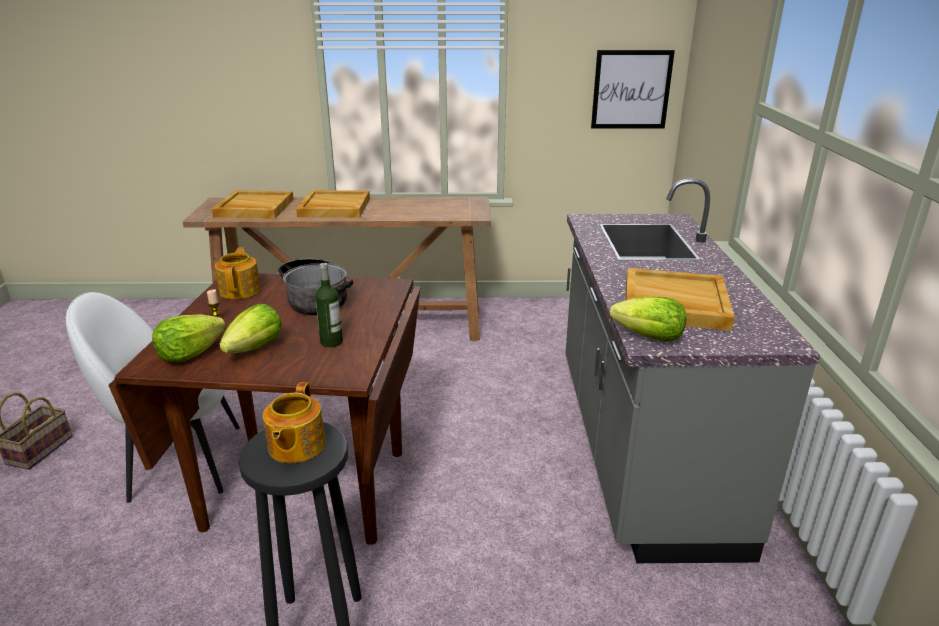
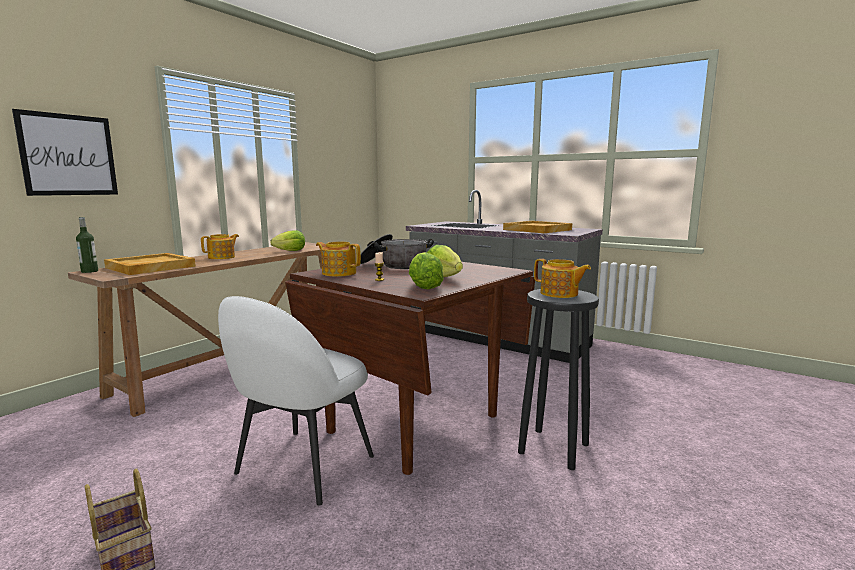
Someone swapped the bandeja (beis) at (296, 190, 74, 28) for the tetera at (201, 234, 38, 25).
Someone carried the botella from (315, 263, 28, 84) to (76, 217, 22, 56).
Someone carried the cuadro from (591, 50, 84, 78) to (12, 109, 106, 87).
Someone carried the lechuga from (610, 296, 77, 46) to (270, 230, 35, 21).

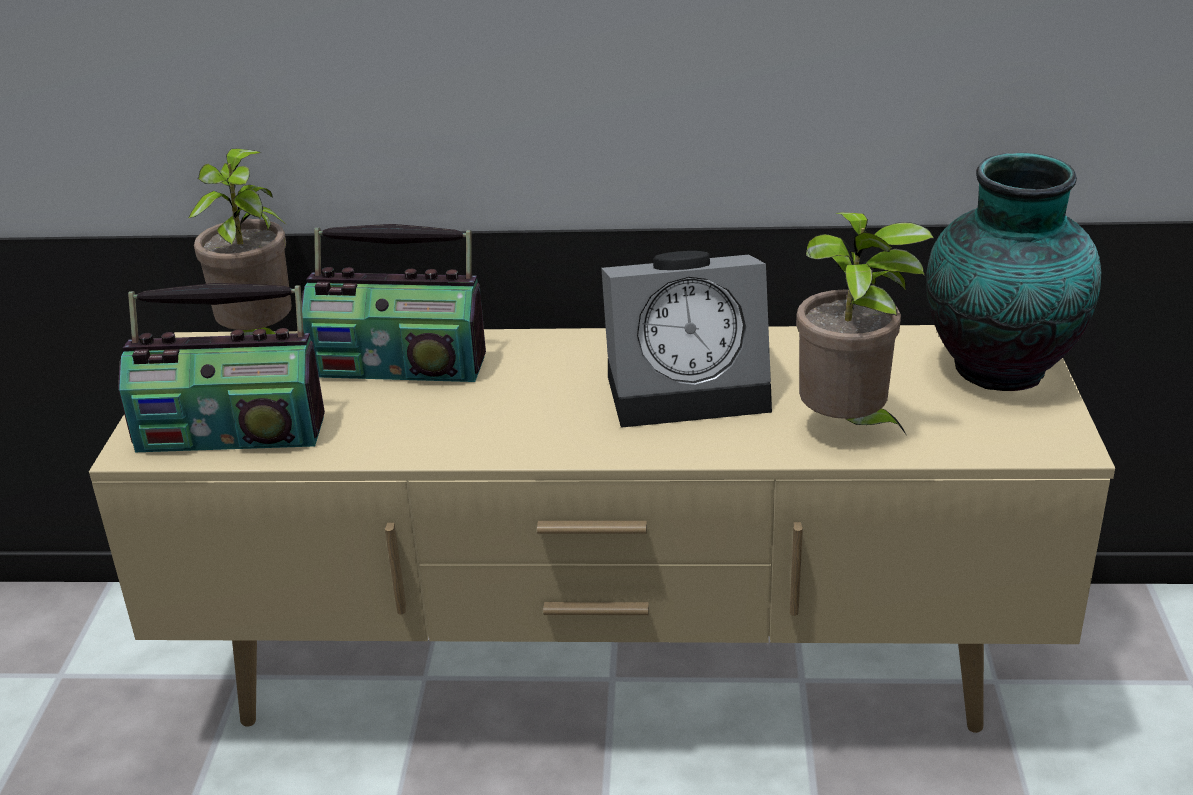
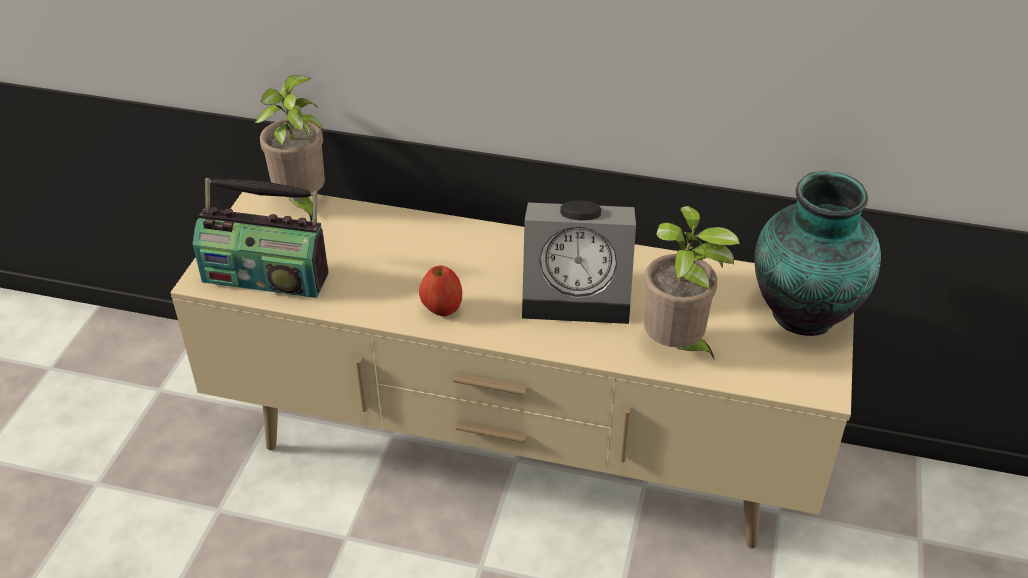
Someone took away the radio at (302, 224, 184, 158).
Someone put down the manzana at (419, 266, 43, 50).

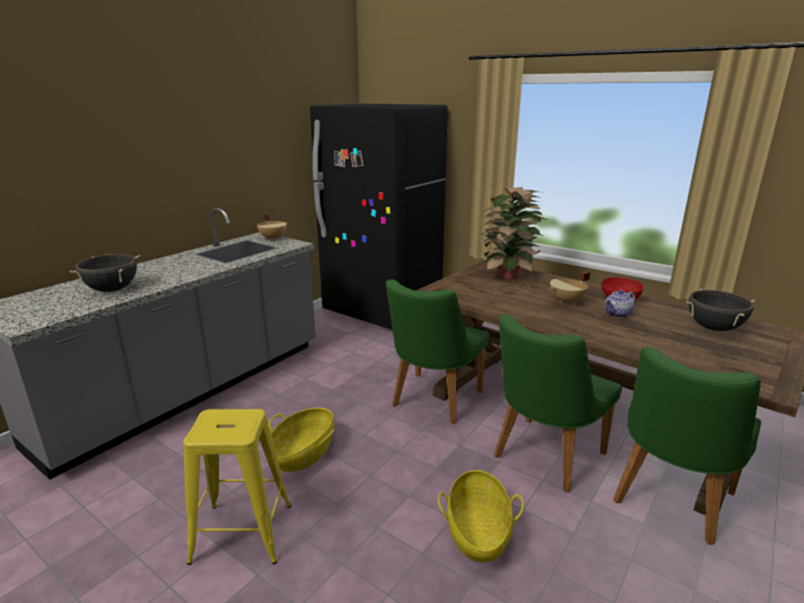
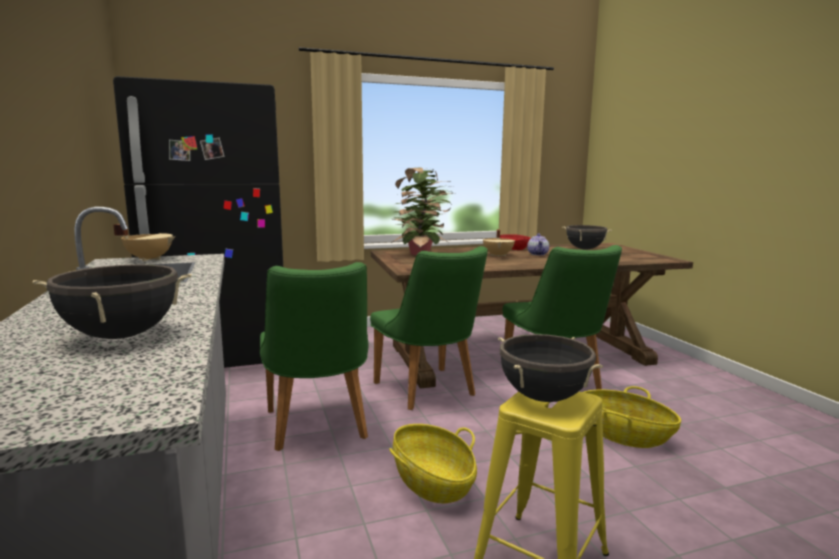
Someone carried the silla (verde) from (613, 347, 148, 198) to (260, 262, 109, 189).
Someone put down the olla (negro) at (498, 334, 105, 68).

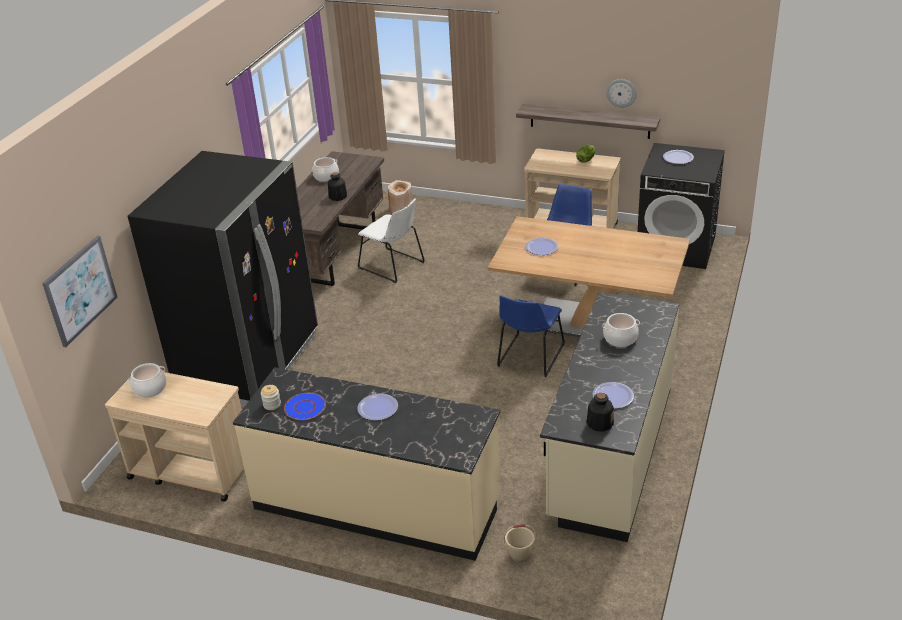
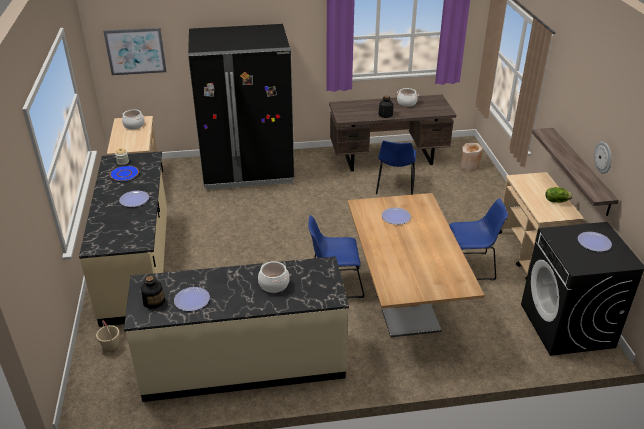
Someone repainted the silla (blanco) at (358, 198, 67, 85), which became the silla (azul) at (376, 140, 40, 55).

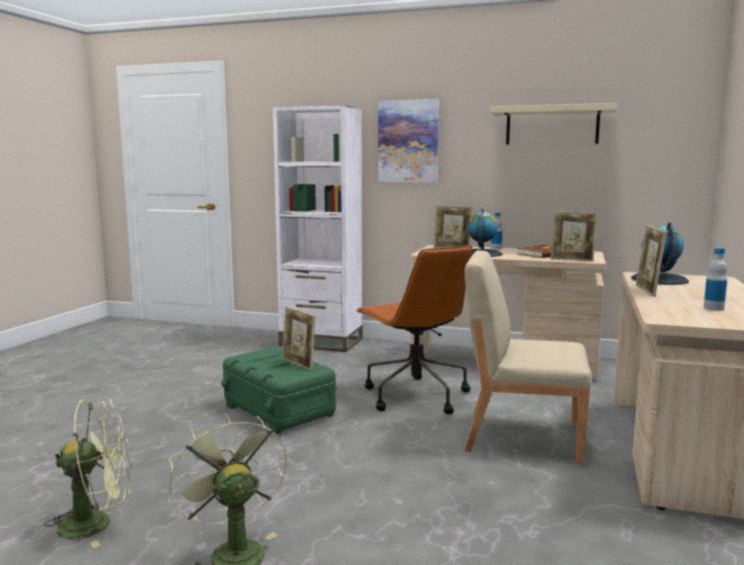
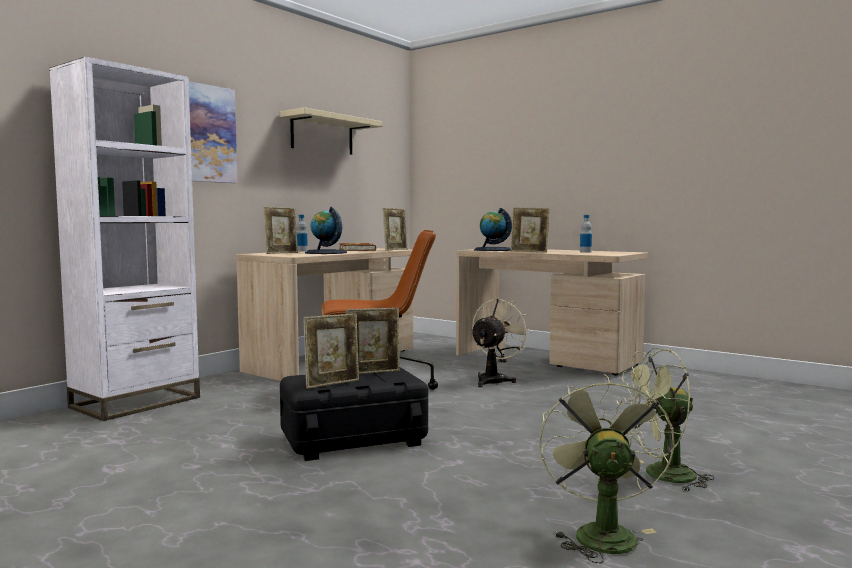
Someone repainted the caja de almacenaje (verde) at (221, 347, 116, 87), which became the caja de almacenaje (negro) at (280, 367, 148, 94).
Someone swapped the silla (beis) at (464, 250, 128, 214) for the ventilador (beis) at (470, 299, 61, 88).
Someone put down the portarretratos at (303, 313, 56, 76).

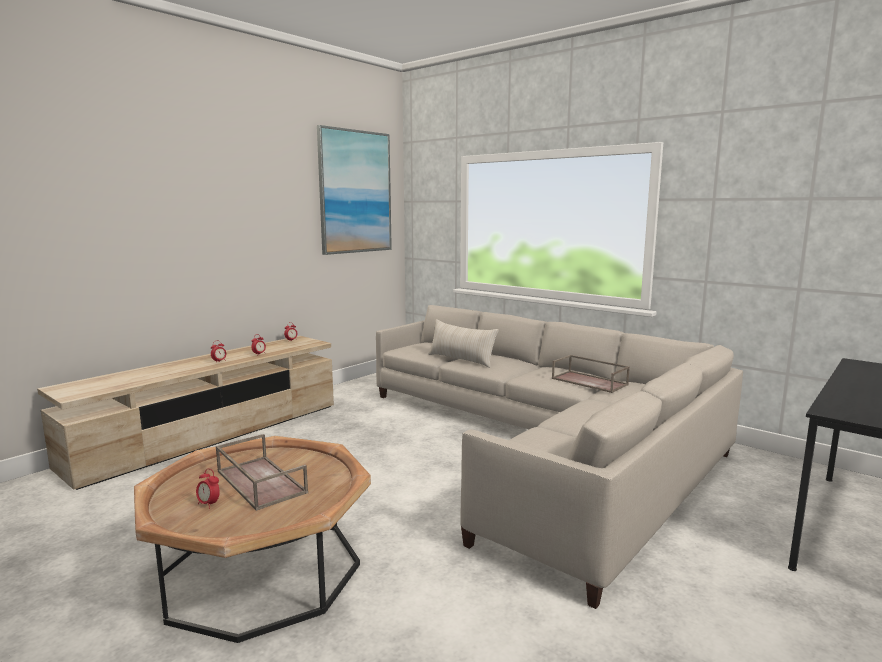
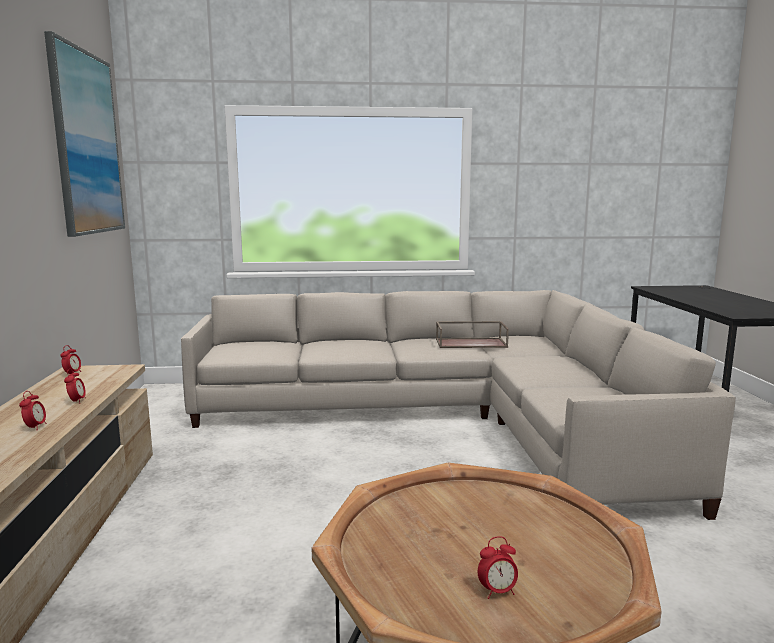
Someone took away the bandeja (marrón) at (216, 434, 92, 77).
Someone took away the cojín (beis) at (428, 319, 71, 49).

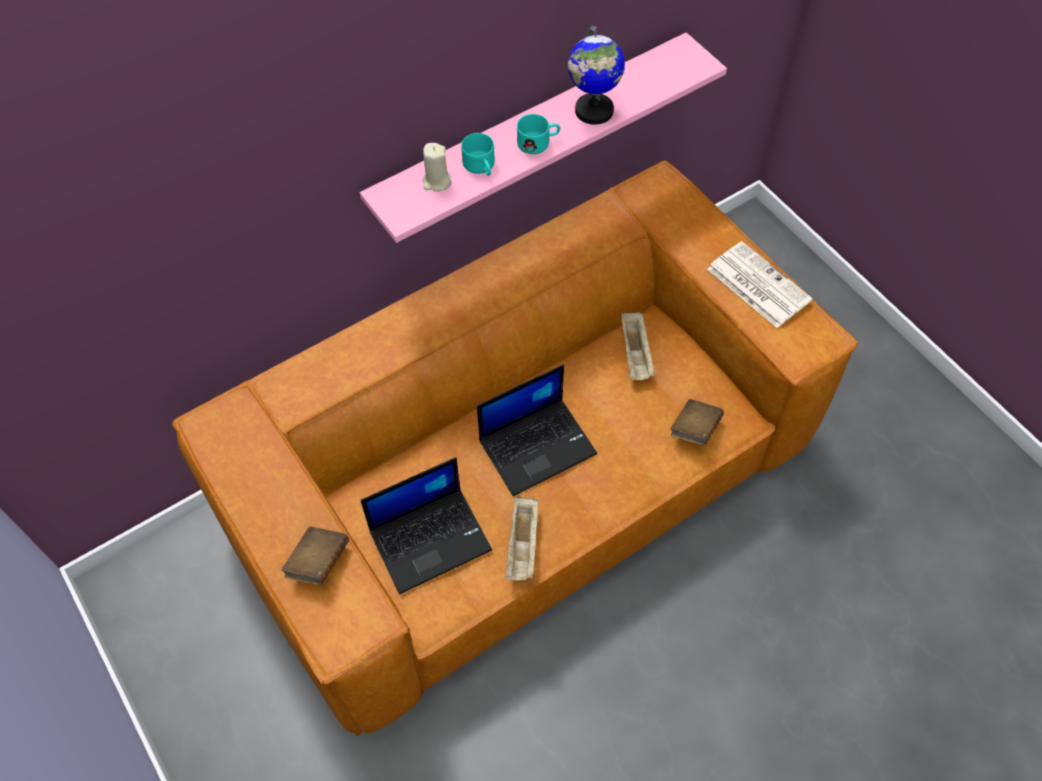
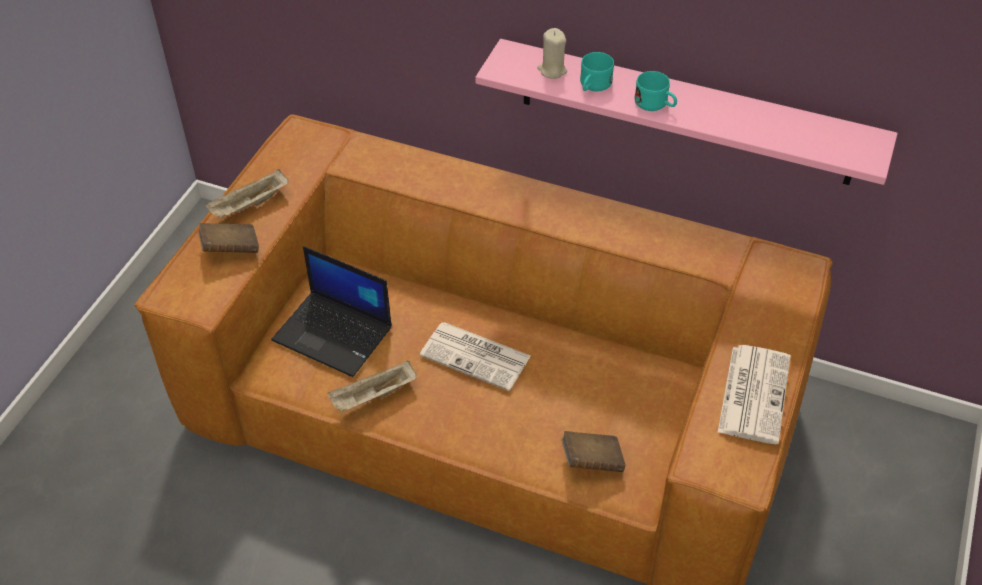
Someone swapped the portátil at (477, 364, 120, 132) for the periódico at (420, 322, 111, 69).
Someone took away the globo terráqueo at (568, 26, 57, 99).
Someone carried the bandeja (beis) from (621, 312, 34, 68) to (206, 169, 83, 50).

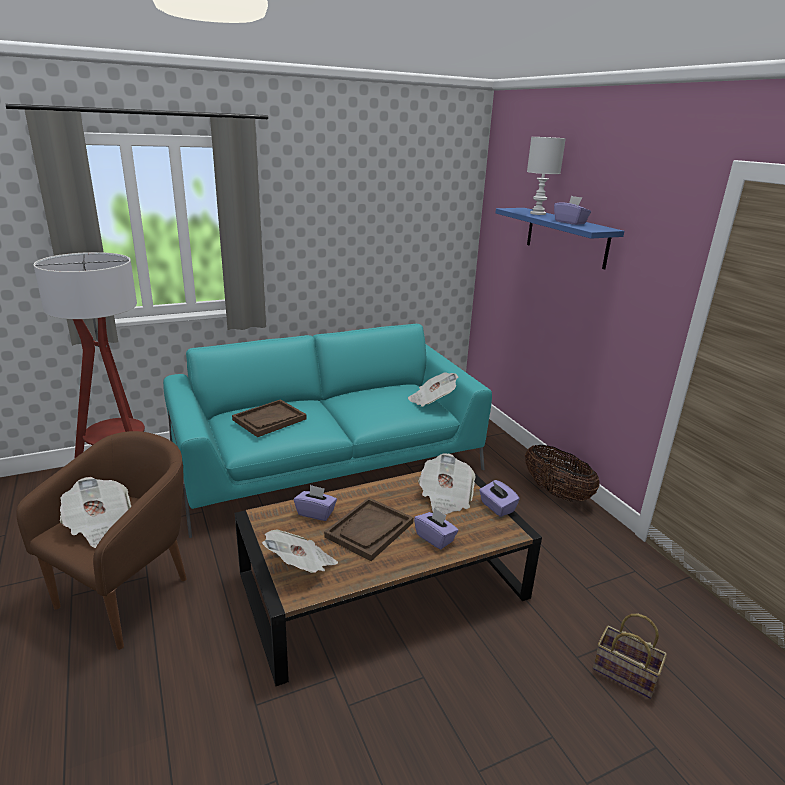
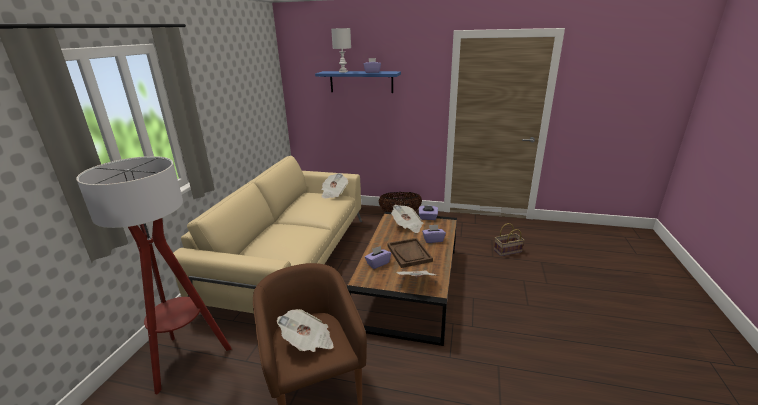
Someone repainted the sofá (turquesa) at (163, 324, 329, 214), which became the sofá (beis) at (173, 156, 189, 168).
Someone took away the bandeja (marrón) at (232, 399, 74, 38).

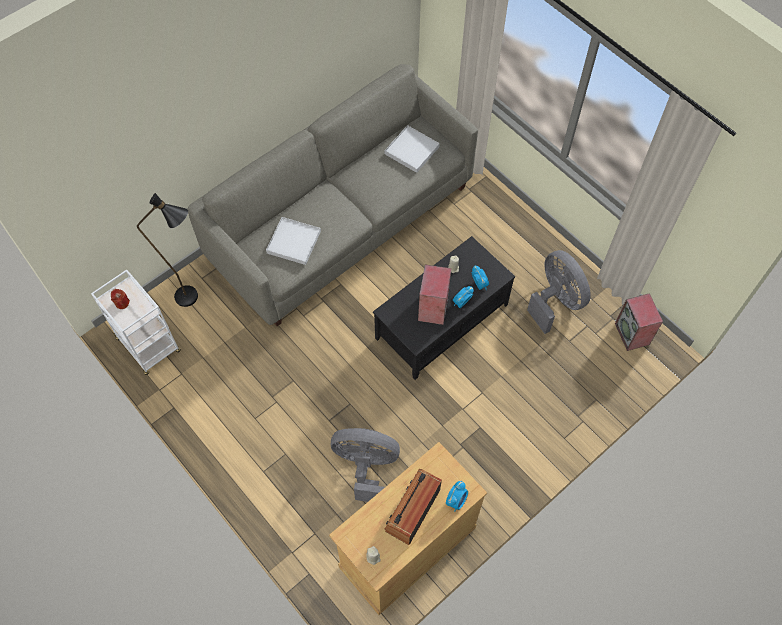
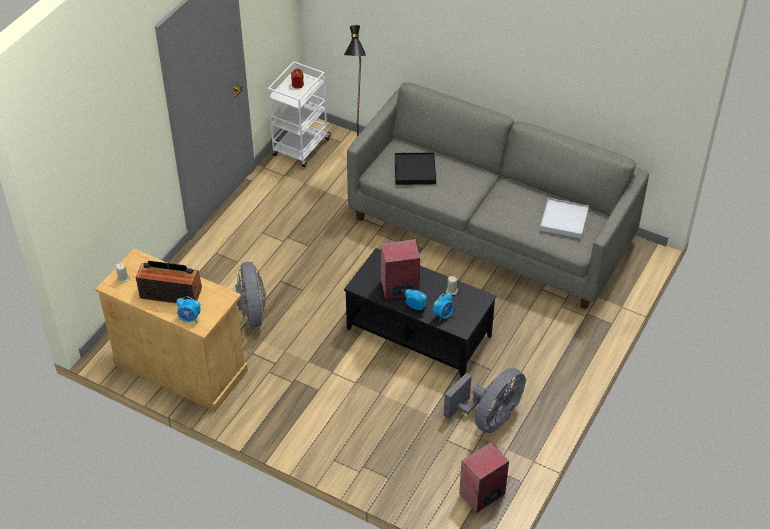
Someone repainted the bandeja (blanco) at (266, 217, 55, 48), which became the bandeja (negro) at (395, 152, 41, 33).

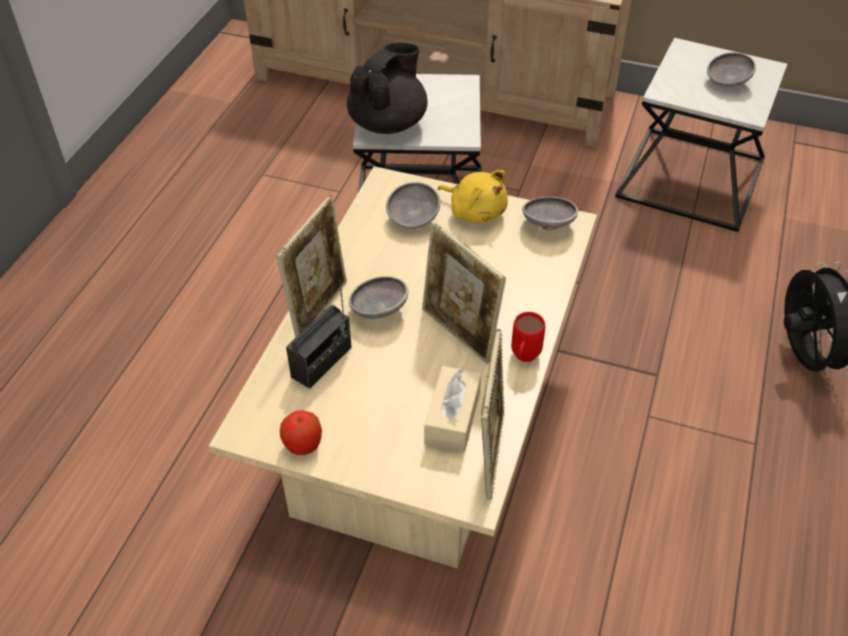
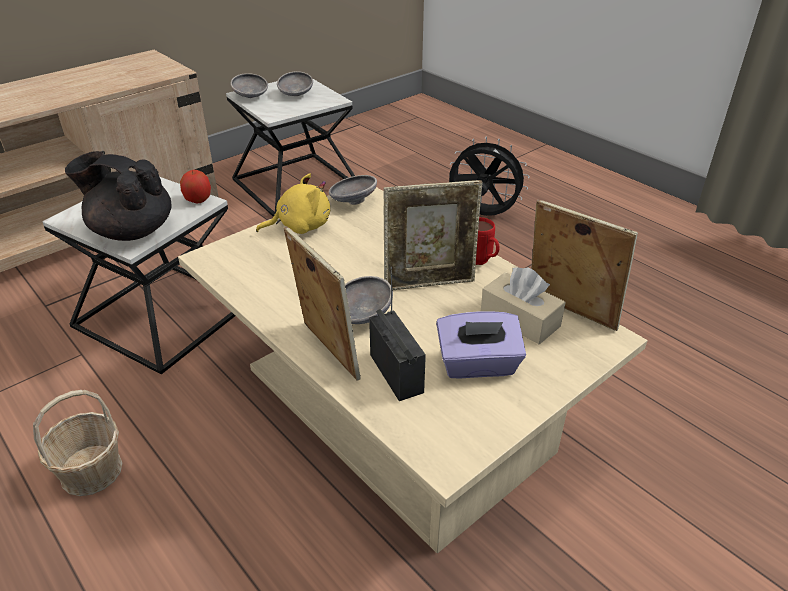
Someone carried the manzana from (280, 410, 42, 45) to (180, 170, 31, 34).
Someone rotated the tetera (negro) at (347, 43, 81, 91) by 45 degrees counterclockwise.
Someone carried the cuenco (gris) from (386, 182, 54, 46) to (230, 73, 38, 25).
Someone put down the cesta at (33, 390, 89, 106).
Someone put down the caja de pañuelos (morado) at (436, 311, 90, 68).

